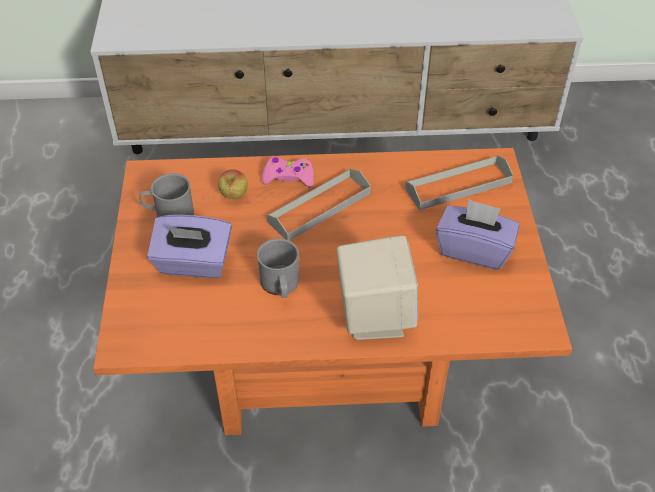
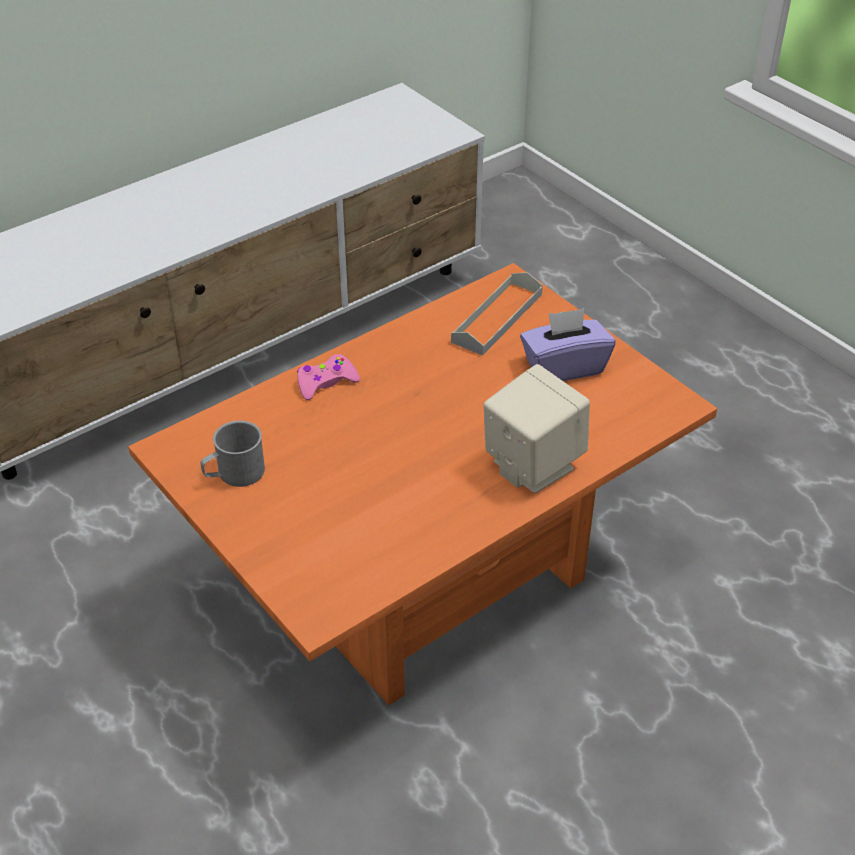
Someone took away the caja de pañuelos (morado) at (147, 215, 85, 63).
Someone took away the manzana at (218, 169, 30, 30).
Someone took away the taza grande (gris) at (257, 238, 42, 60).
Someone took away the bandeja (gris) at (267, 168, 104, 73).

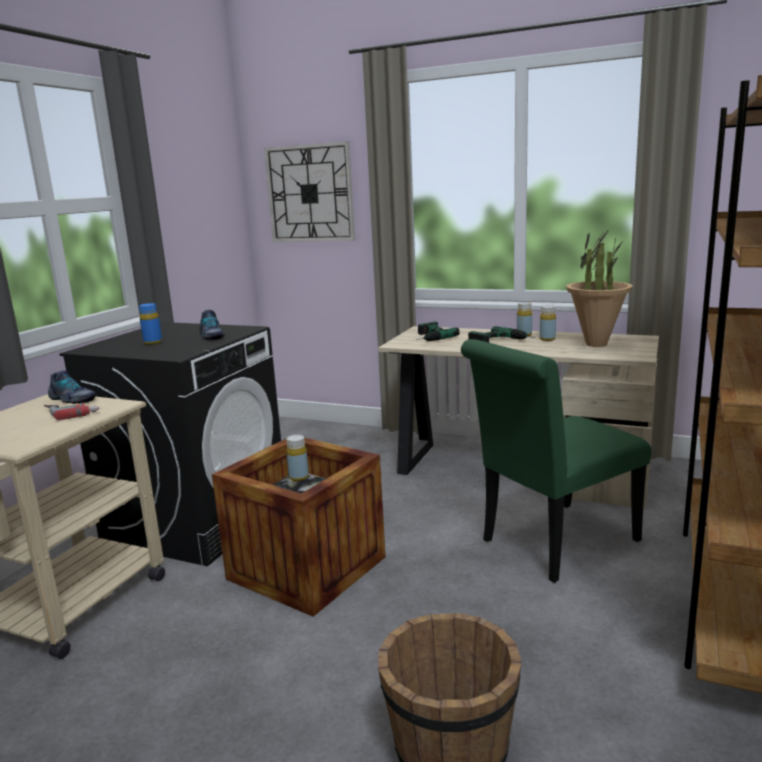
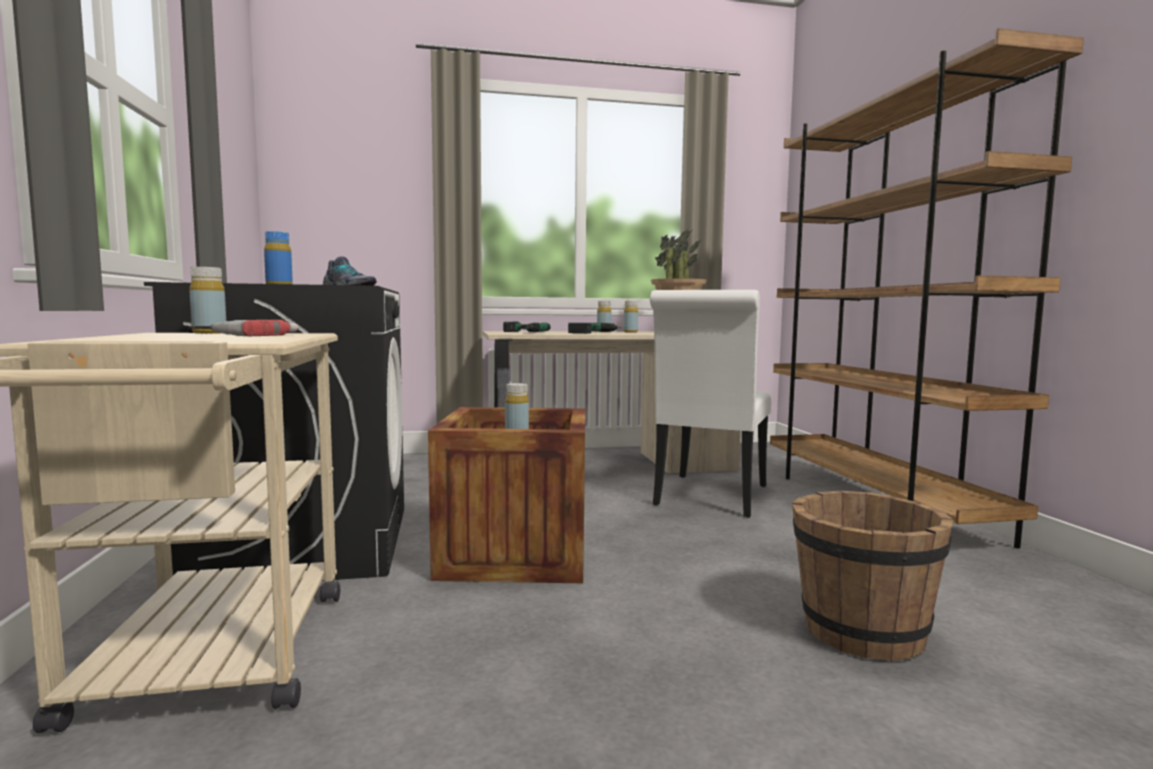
Someone swapped the zapato at (48, 370, 49, 34) for the botella (amarillo) at (189, 267, 37, 67).
Someone took away the reloj de pared at (264, 141, 91, 101).
Someone repainted the silla (verde) at (461, 339, 191, 244), which became the silla (blanco) at (650, 290, 121, 228).

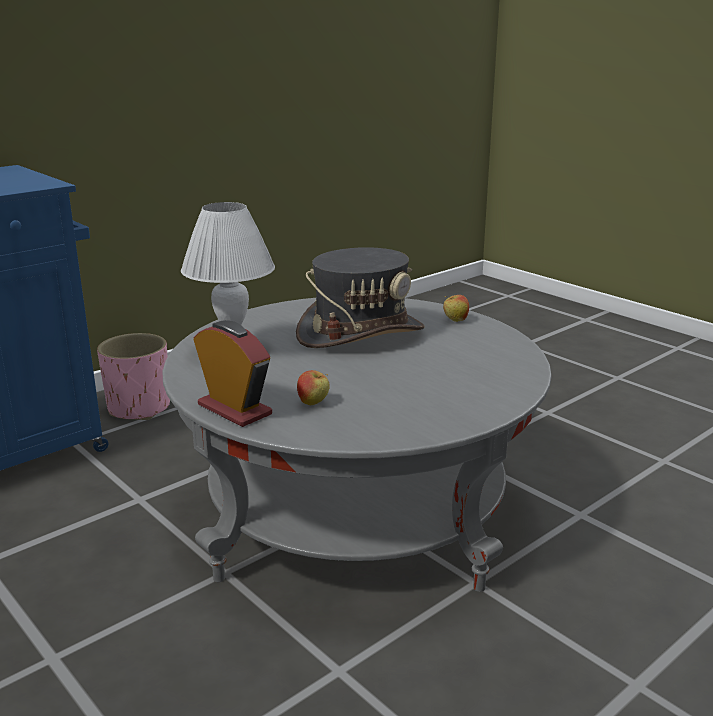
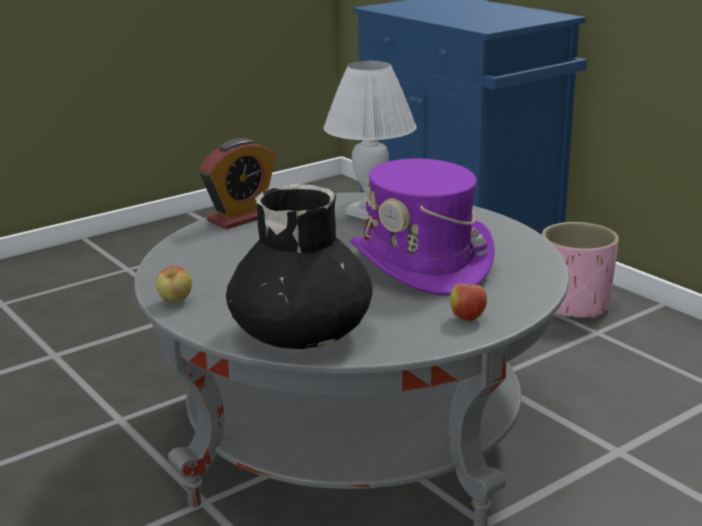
Someone repainted the sombrero (gris) at (296, 247, 129, 101), which became the sombrero (morado) at (350, 158, 145, 138).
Someone carried the manzana from (297, 370, 33, 36) to (156, 266, 36, 37).
Someone put down the florero (negro) at (226, 184, 146, 165).

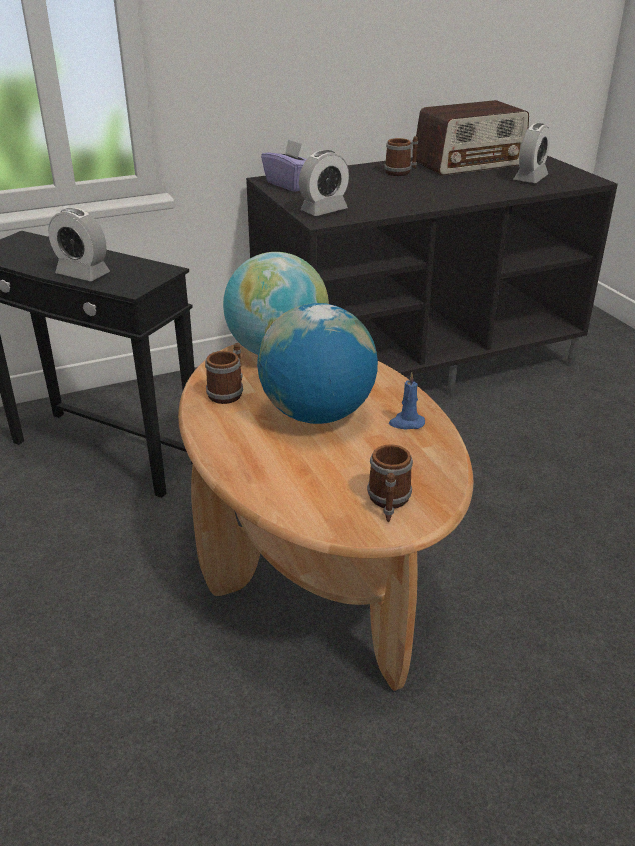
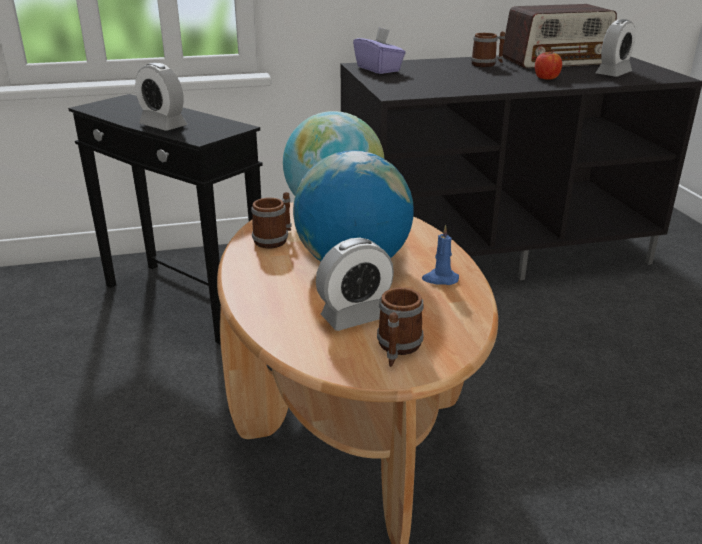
Someone carried the despertador from (299, 150, 50, 66) to (316, 238, 78, 93).
Someone put down the manzana at (535, 50, 27, 30).

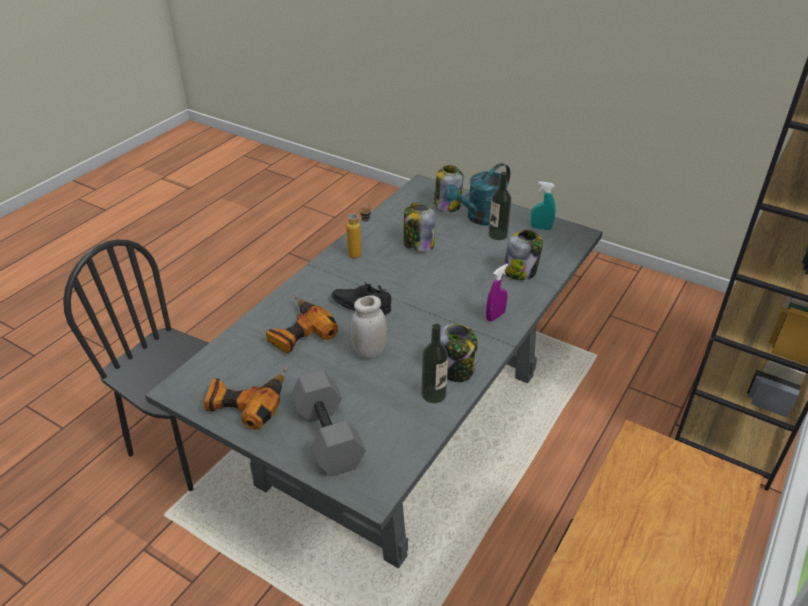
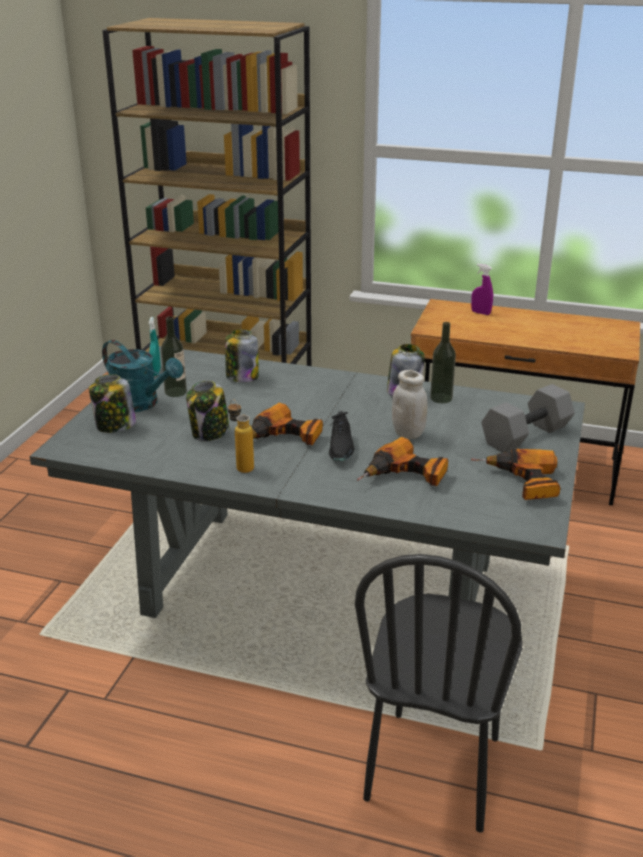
Someone carried the pulverizador (morado) from (486, 264, 22, 57) to (471, 264, 22, 51).
Someone put down the taladro at (251, 403, 72, 42).

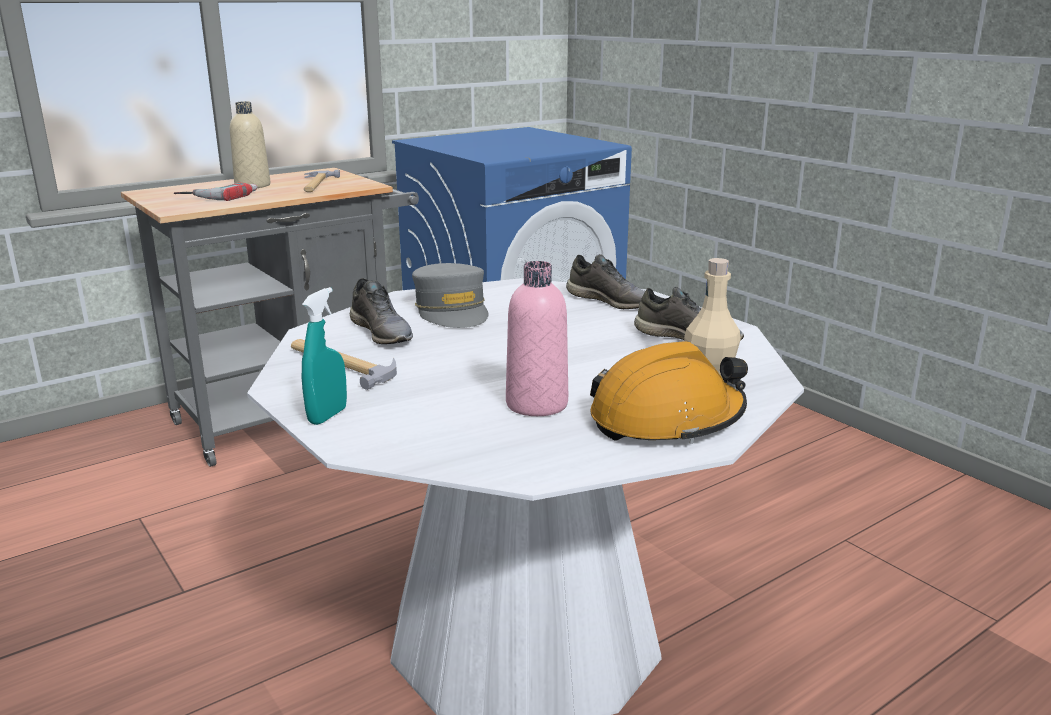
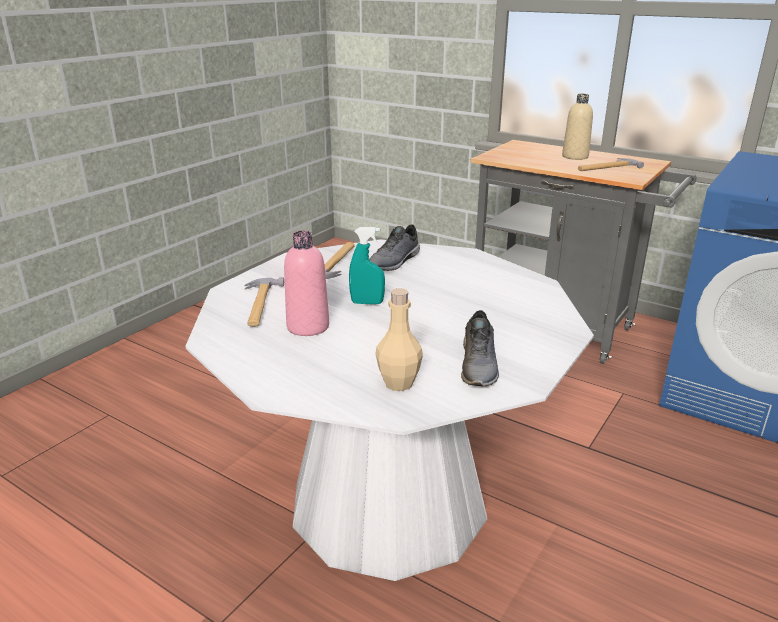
Someone took away the taladro at (174, 183, 84, 18).
Someone carried the pulverizador (turquesa) from (302, 287, 45, 138) to (349, 227, 36, 78).
Someone took away the gorra (gris) at (412, 263, 77, 65).
Someone took away the zapato (gris) at (566, 254, 79, 55).
Someone took away the casco (naranja) at (590, 341, 158, 103).
Someone put down the martillo at (244, 277, 40, 50).

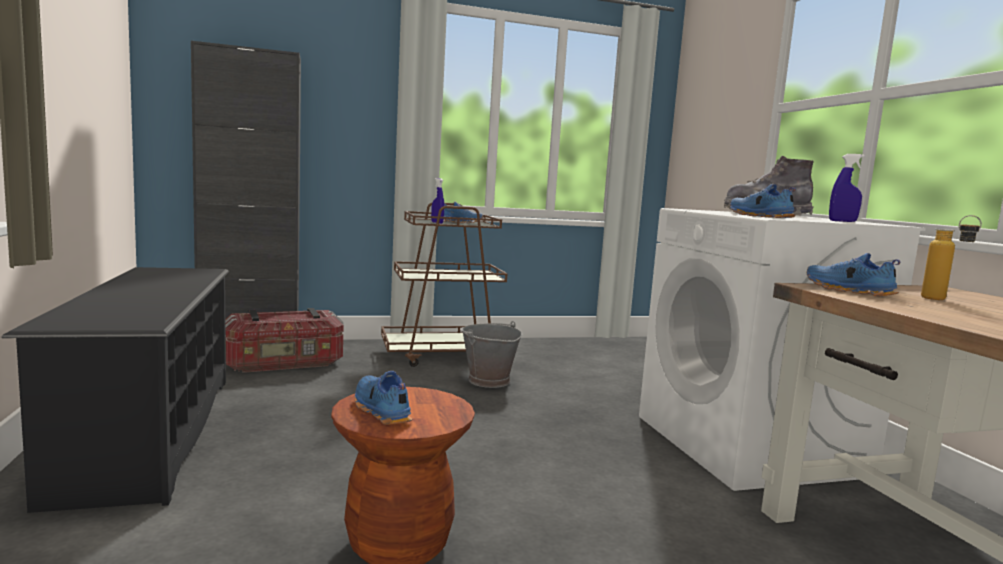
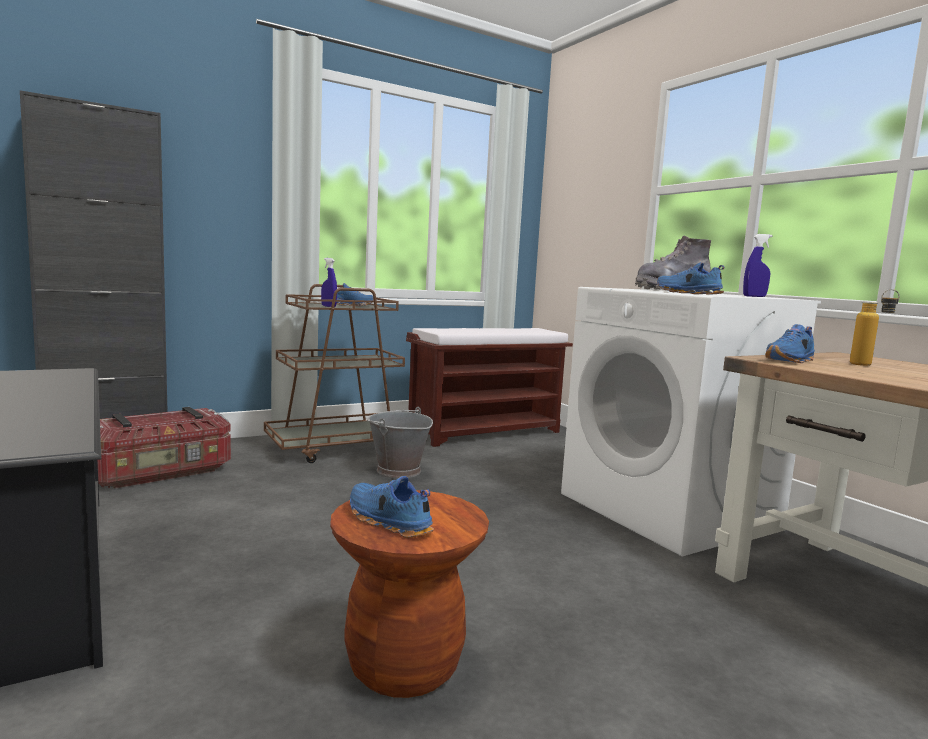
Someone rotated the zapato (azul) at (807, 253, 93, 43) by 75 degrees counterclockwise.
Someone put down the banco (marrón) at (406, 328, 167, 119).

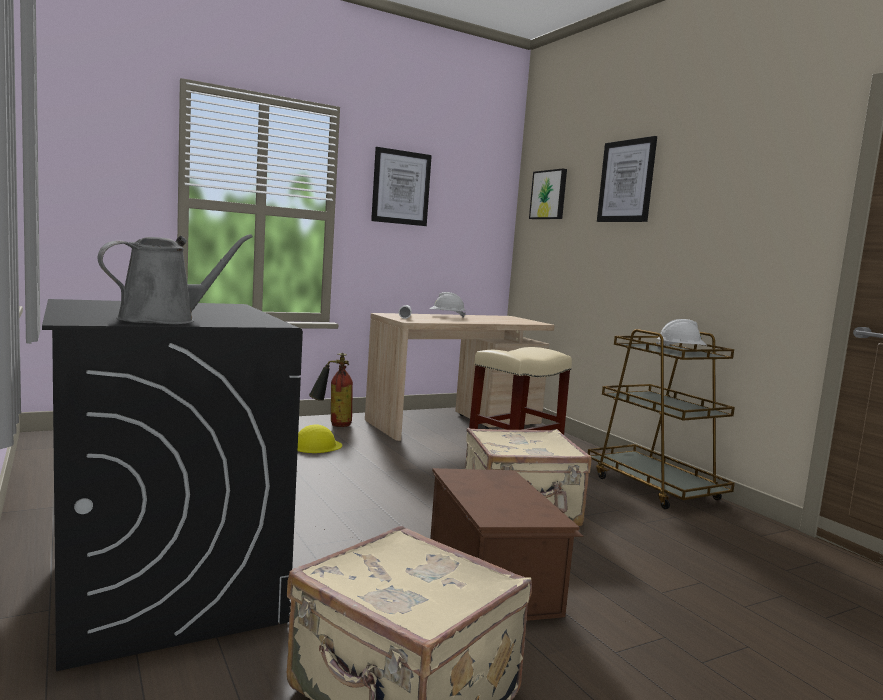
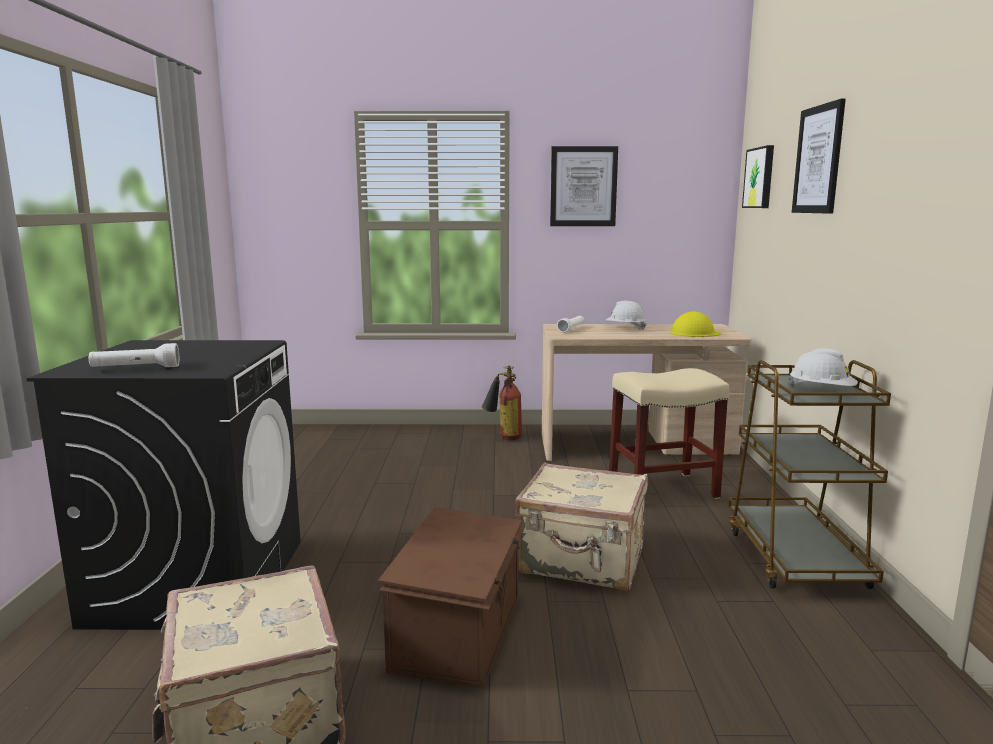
Someone swapped the regadera (gris) at (98, 234, 155, 90) for the linterna (blanco) at (89, 343, 90, 24).
Someone carried the casco (amarillo) from (298, 424, 44, 29) to (670, 312, 51, 25).

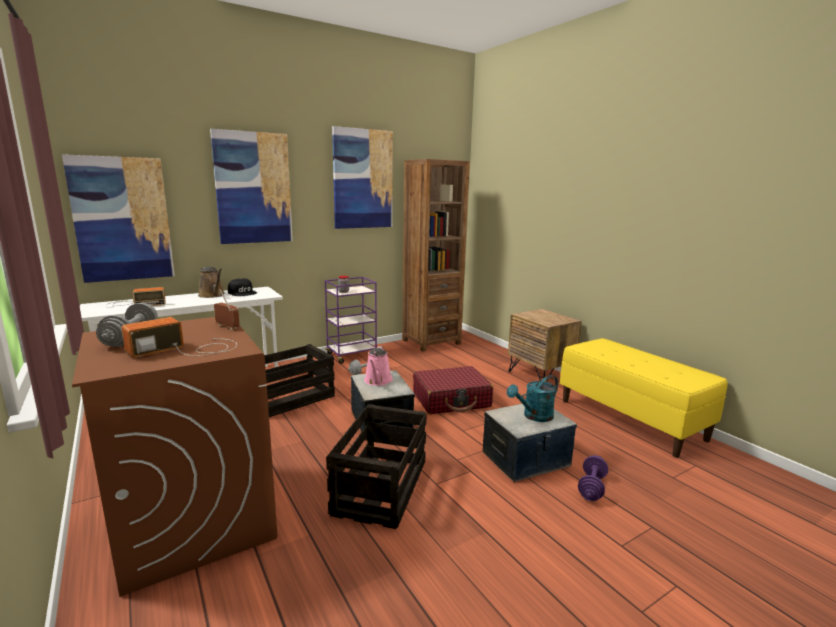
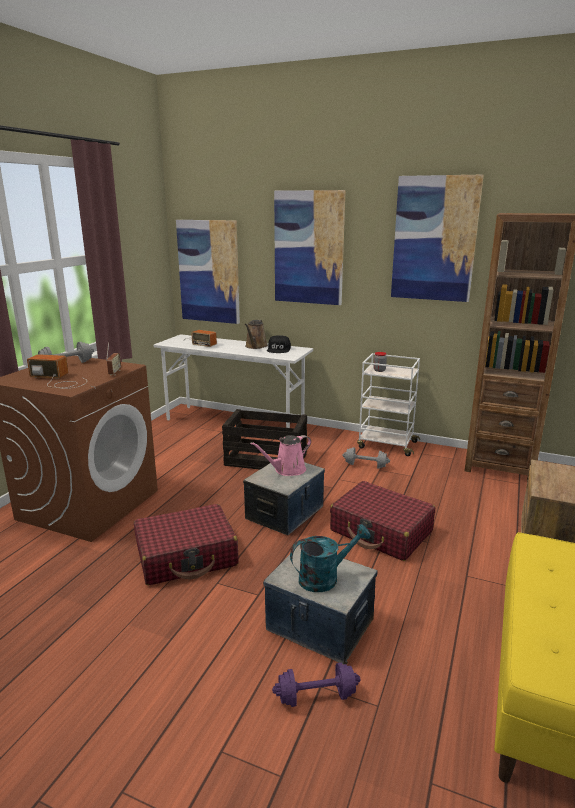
Someone repainted the carrito (morado) at (325, 277, 52, 87), which became the carrito (blanco) at (357, 353, 63, 103).
Someone swapped the caja de embalaje at (326, 404, 101, 125) for the maleta (rojo) at (134, 504, 105, 81).
Someone rotated the regadera (turquesa) at (507, 375, 51, 47) by 135 degrees clockwise.

